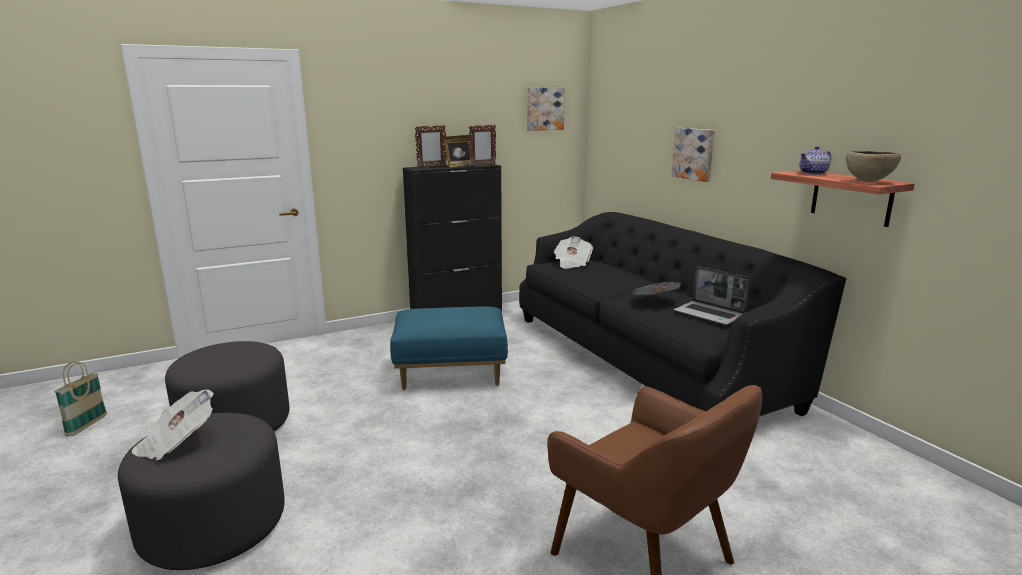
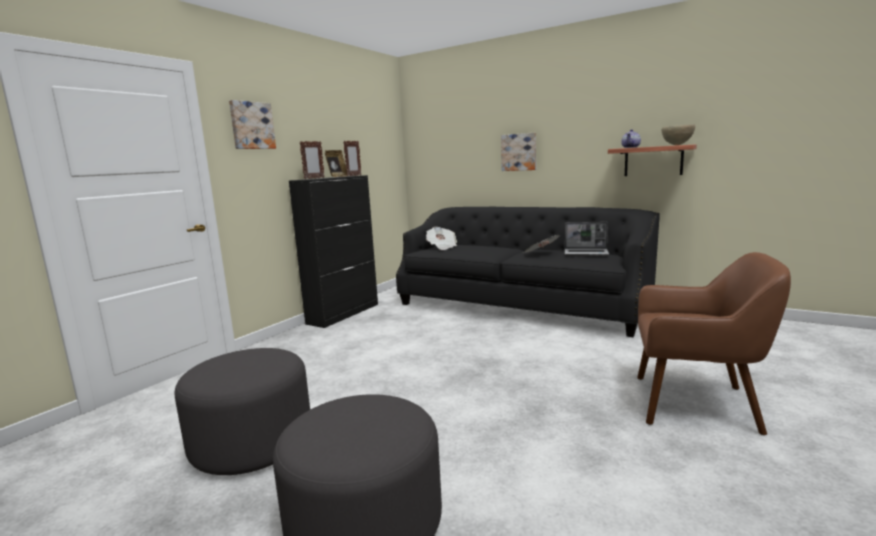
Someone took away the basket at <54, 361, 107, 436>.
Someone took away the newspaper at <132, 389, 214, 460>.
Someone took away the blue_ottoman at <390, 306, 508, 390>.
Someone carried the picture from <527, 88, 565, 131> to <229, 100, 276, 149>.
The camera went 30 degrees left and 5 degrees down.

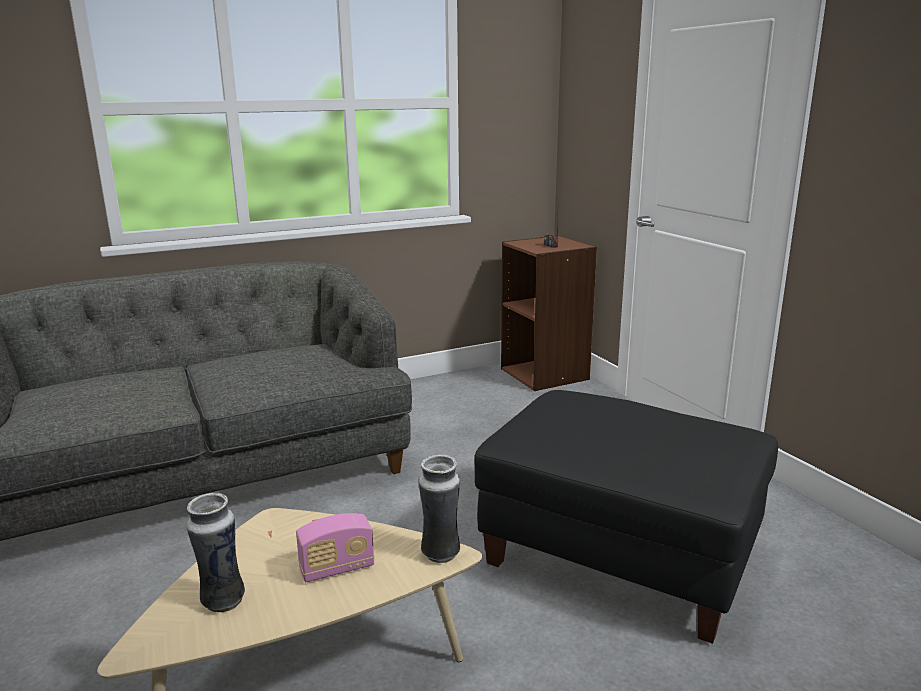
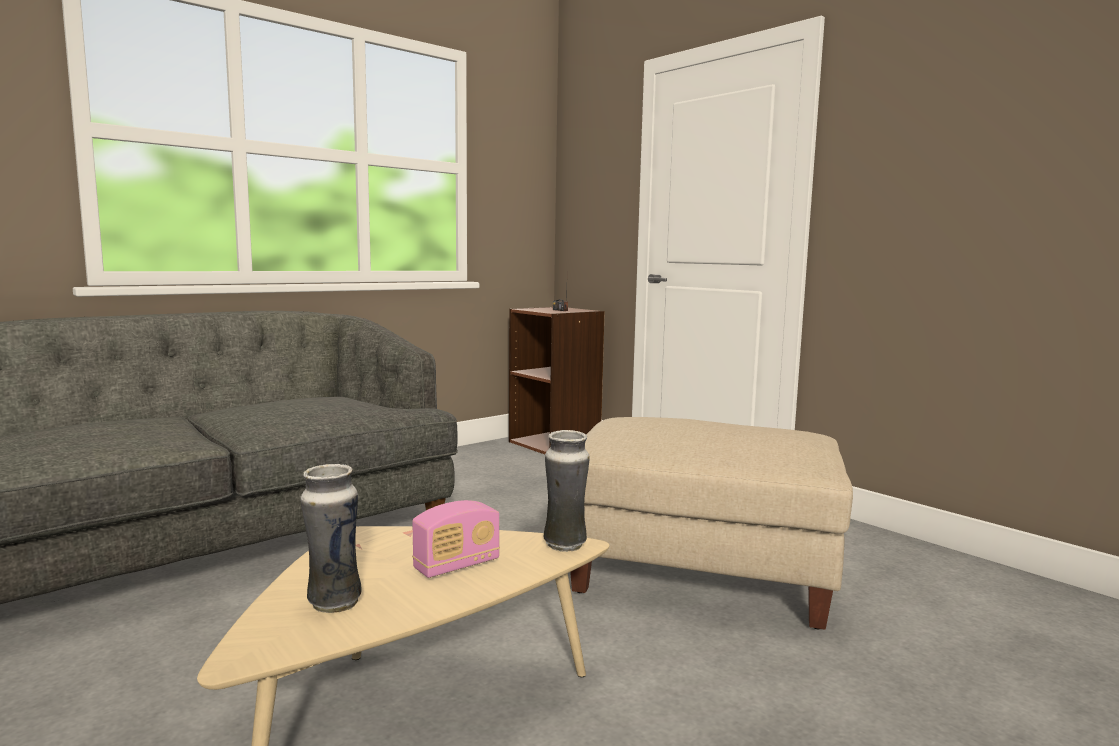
Someone repainted the black_ottoman at <474, 390, 778, 644>, which became the beige_ottoman at <570, 417, 853, 630>.
The camera went 15 degrees left and 10 degrees down.

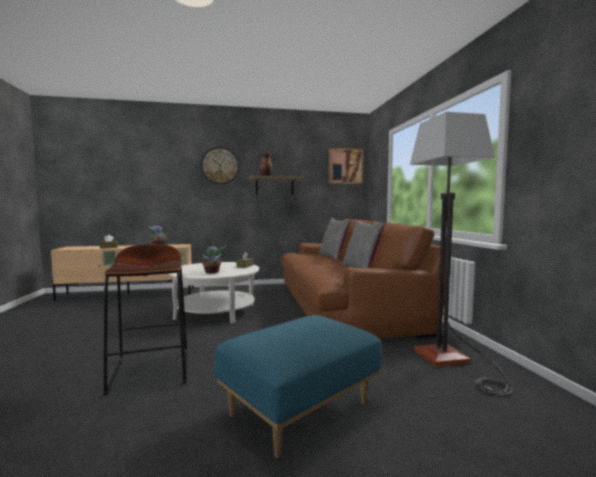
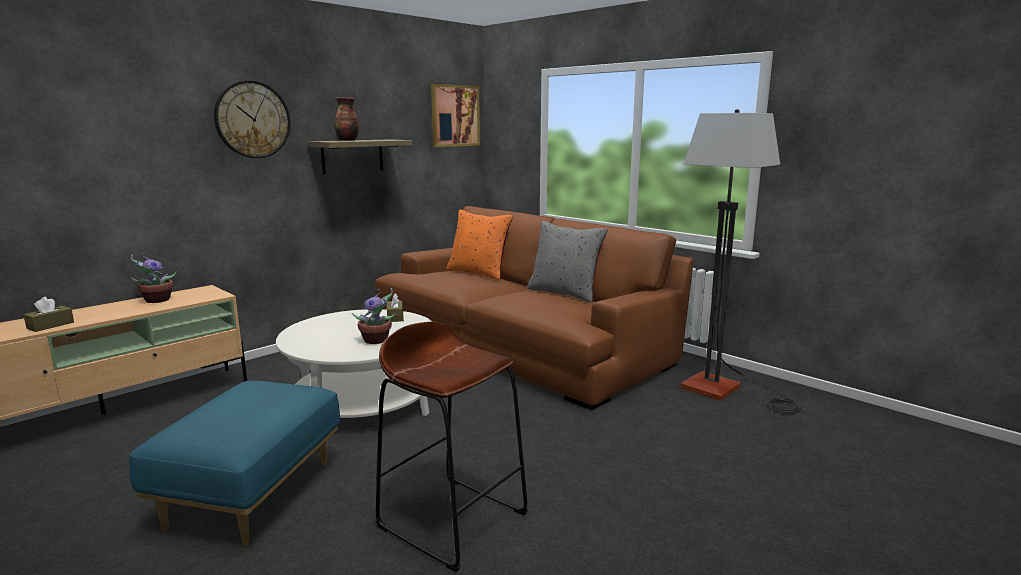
Someone carried the blue_ottoman from <214, 315, 382, 459> to <129, 380, 340, 546>.
Someone repainted the grey_pillow at <319, 218, 351, 260>, which became the orange_pillow at <446, 210, 513, 280>.
The camera went 35 degrees left and 10 degrees up.

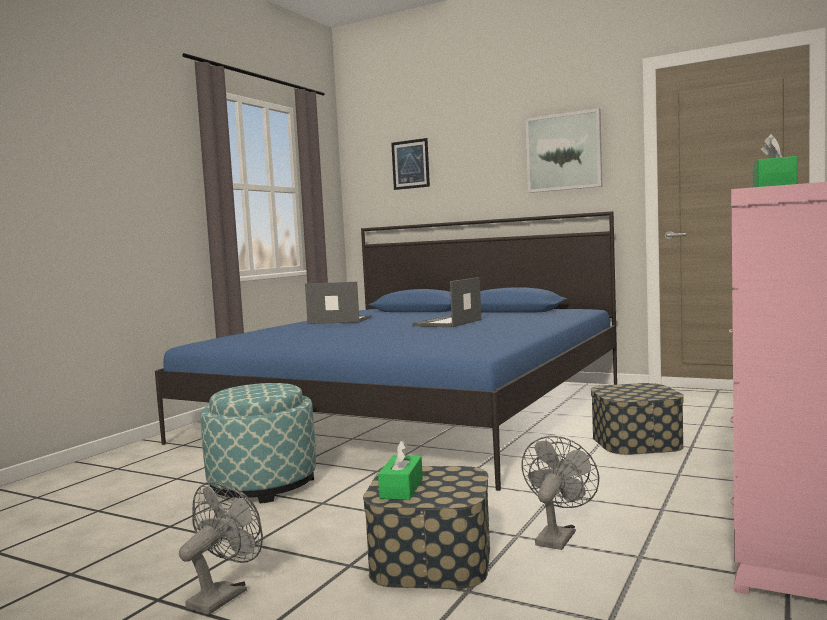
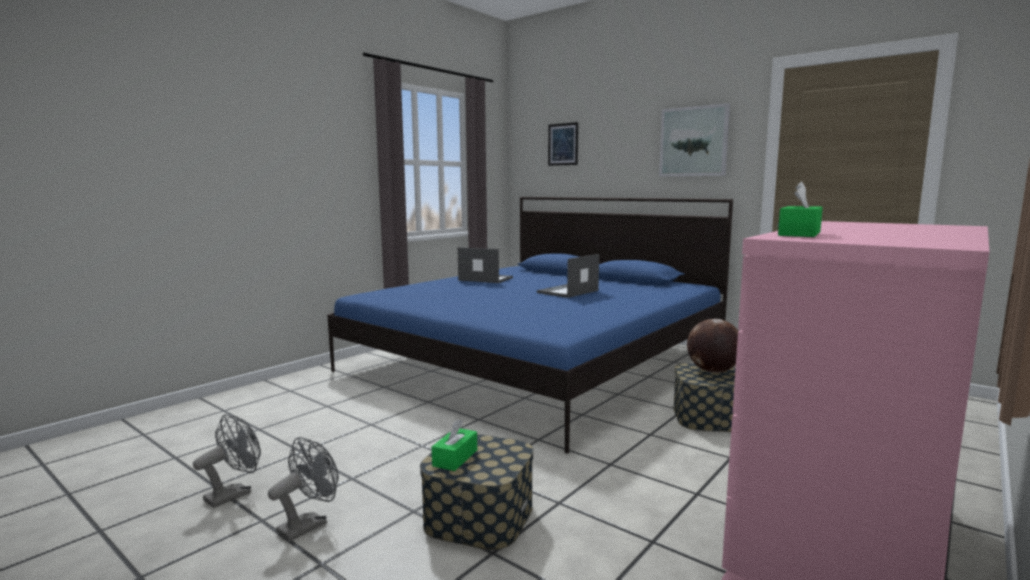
Someone took away the ottoman at <201, 383, 316, 503>.
Someone put down the globe at <687, 319, 738, 373>.
Someone carried the grey_fan from <522, 436, 599, 550> to <193, 414, 261, 508>.
The camera went 10 degrees right and 5 degrees up.

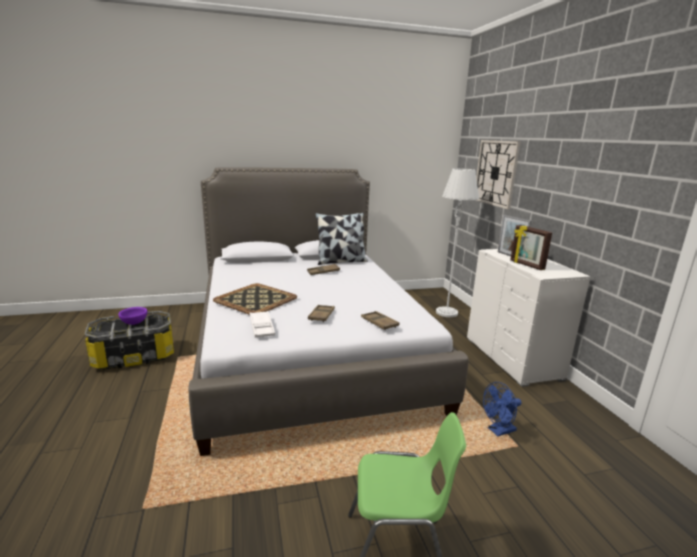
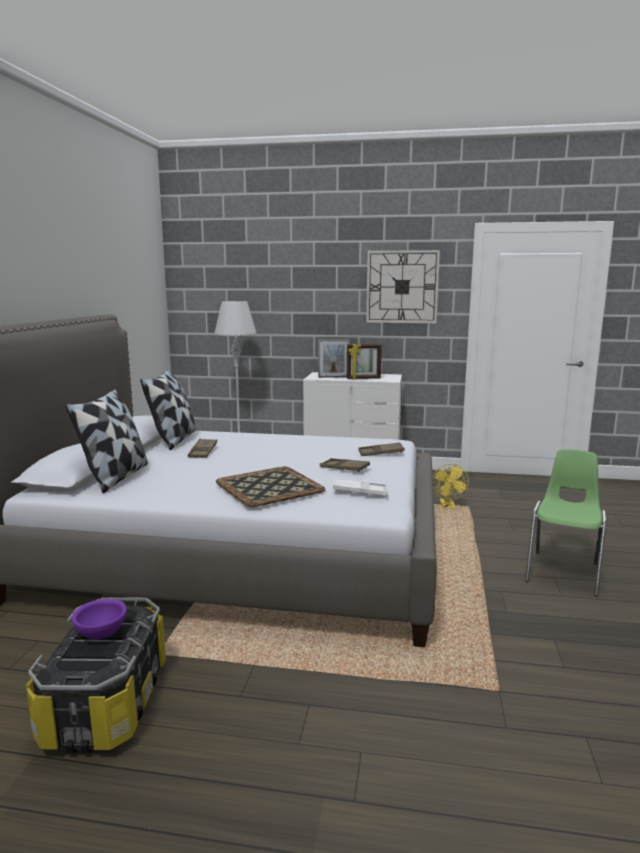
Someone put down the pillow at <65, 389, 148, 493>.
Someone carried the wall_clock from <476, 140, 520, 209> to <366, 250, 440, 323>.
Someone repainted the blue_fan at <483, 382, 522, 436>, which became the yellow_fan at <433, 464, 469, 509>.
The camera went 65 degrees left and 5 degrees down.

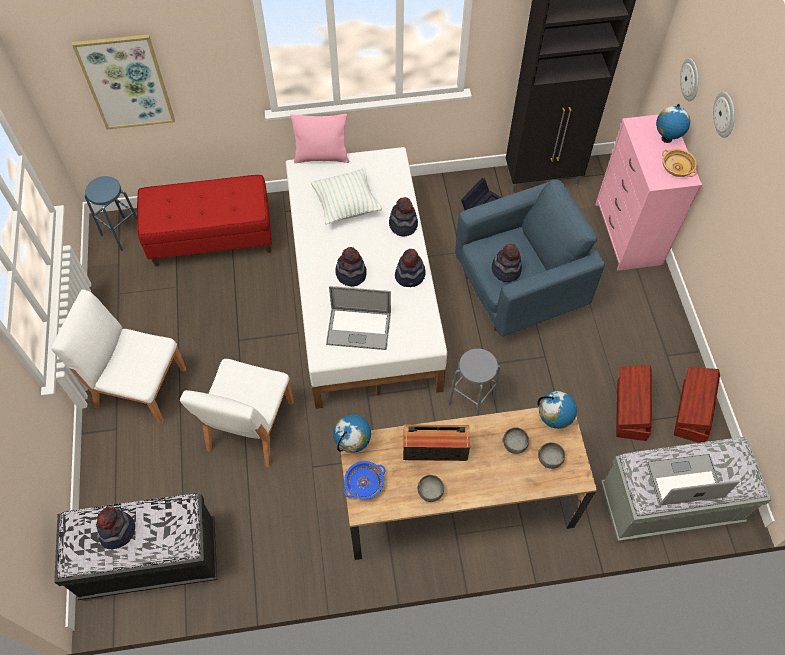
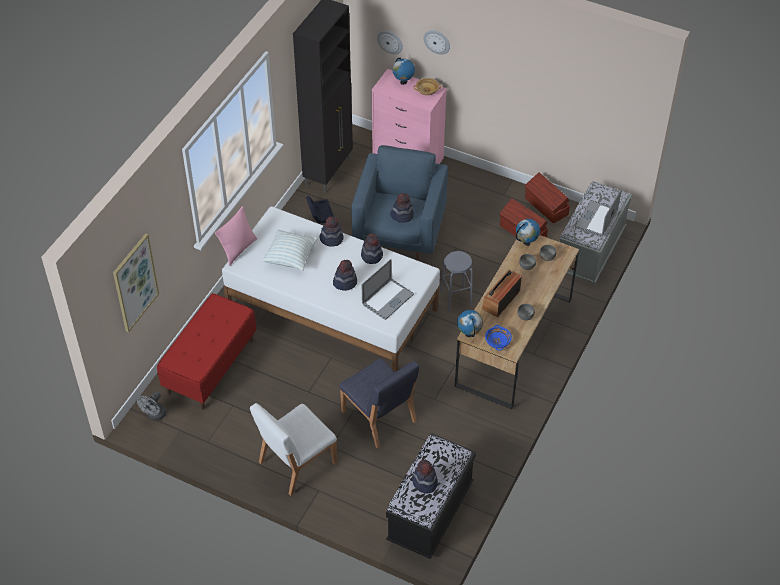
Someone swapped the blue_stool at <85, 176, 137, 251> for the grey_fan at <137, 391, 166, 421>.
Someone repainted the white_chair at <180, 359, 294, 467>, which became the blue_chair at <339, 358, 420, 448>.
The camera went 55 degrees left and 10 degrees down.

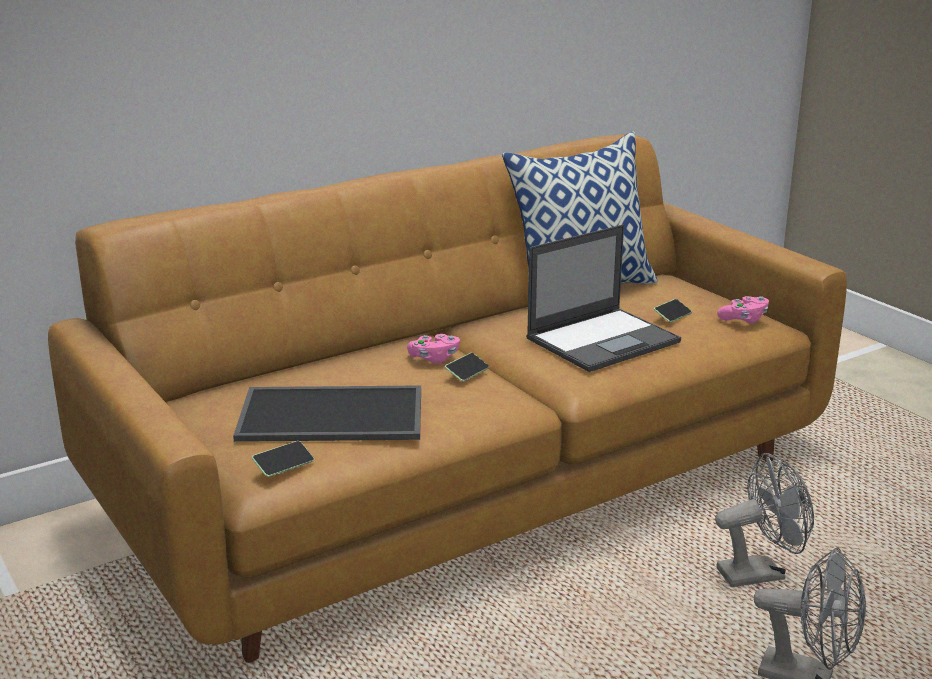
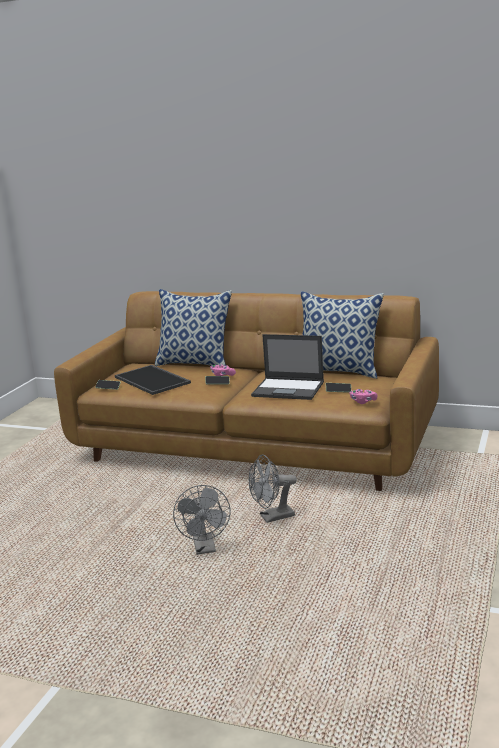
Someone put down the pillow at <155, 289, 232, 366>.
Someone rotated the grey_fan at <715, 453, 814, 587> by 120 degrees clockwise.
The camera went 55 degrees right and 5 degrees down.

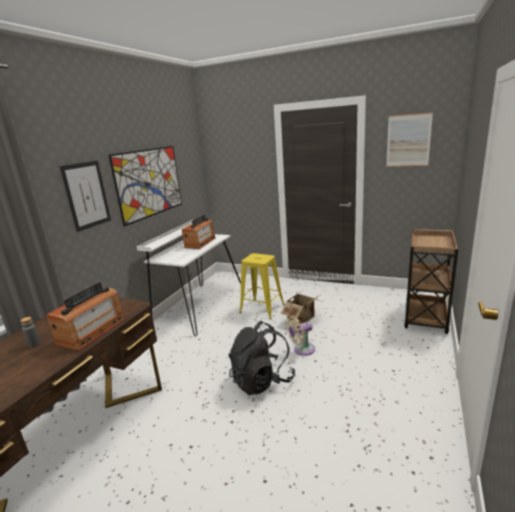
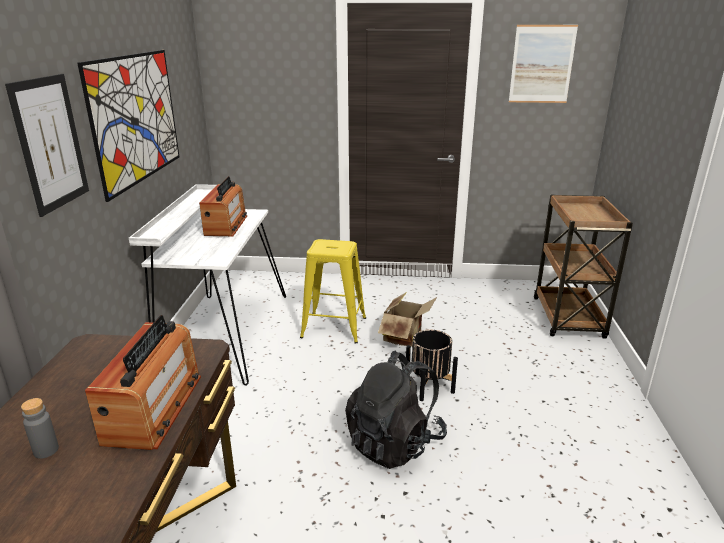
Someone swapped the beige_fan at <286, 316, 315, 356> for the black_planter at <406, 330, 458, 401>.
The camera went 20 degrees left and 5 degrees up.

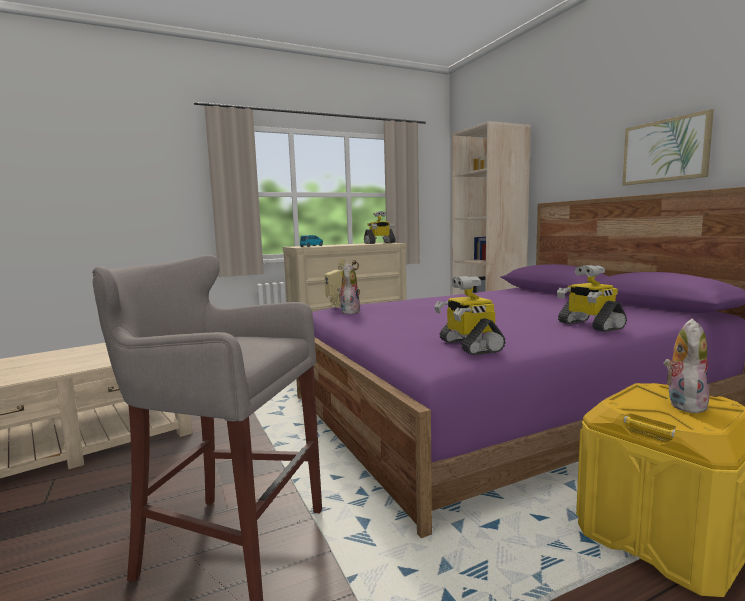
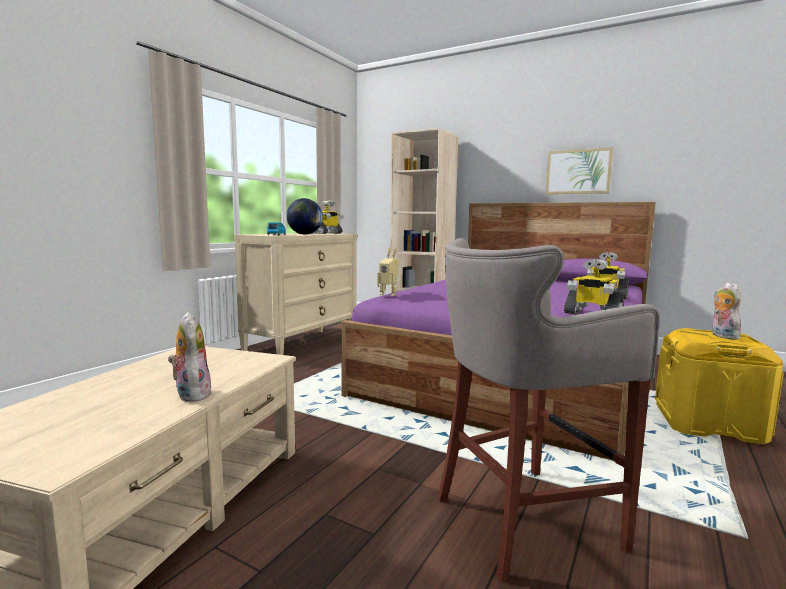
Someone put down the globe at <286, 198, 323, 234>.
Someone carried the plush_toy from <337, 263, 360, 314> to <168, 312, 212, 402>.
The camera went 35 degrees left and 0 degrees up.

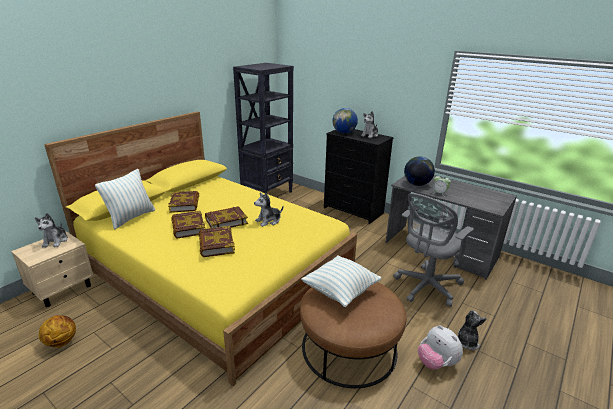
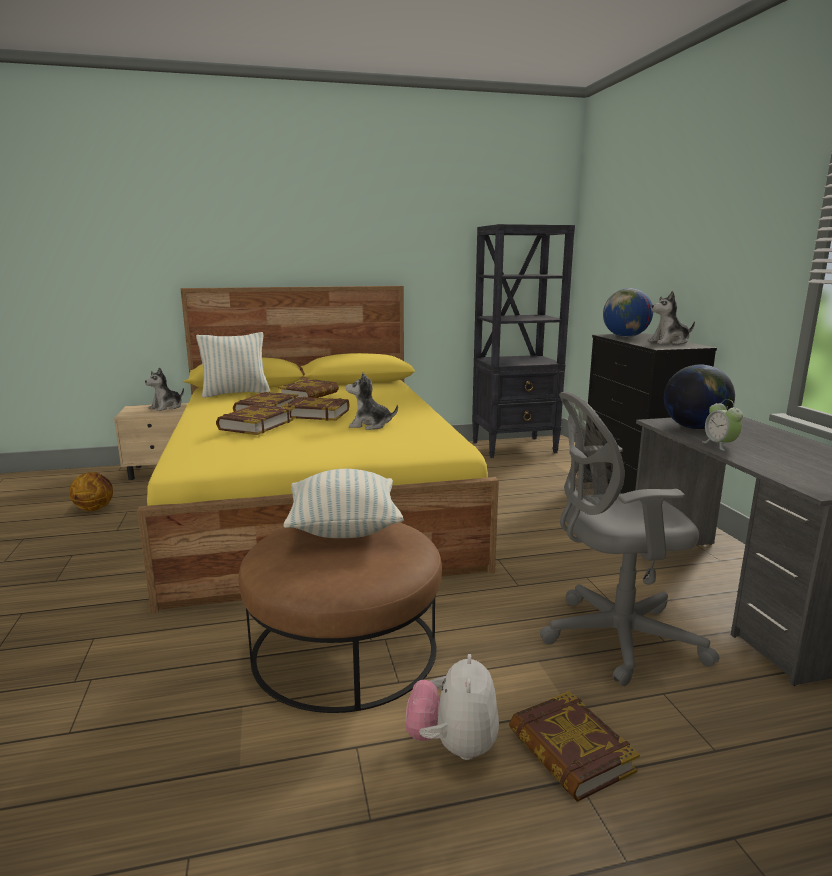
Someone swapped the plush_toy at <458, 310, 487, 351> for the book at <509, 691, 640, 802>.
The camera went 40 degrees right and 10 degrees down.

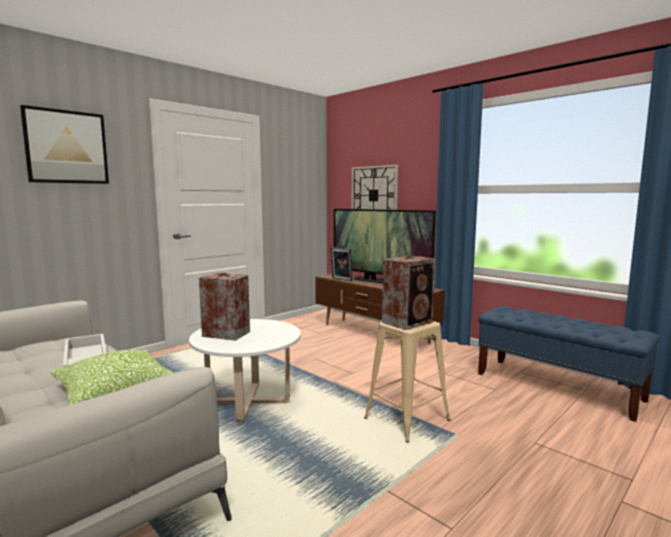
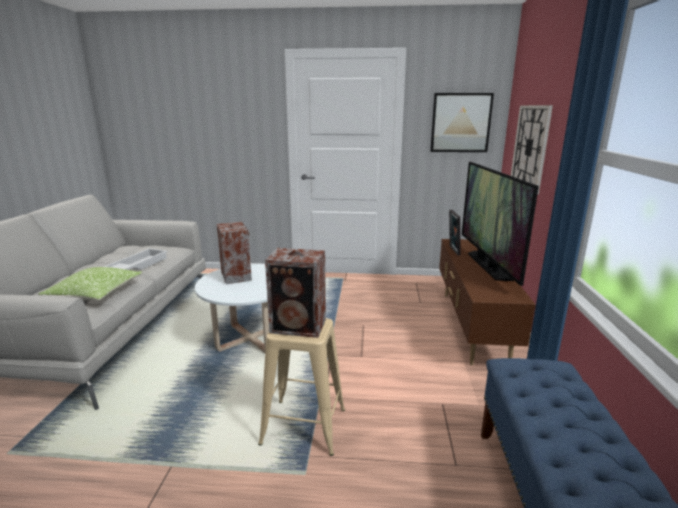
Someone carried the picture from <20, 105, 109, 184> to <430, 93, 494, 152>.
The camera went 50 degrees right and 10 degrees up.

